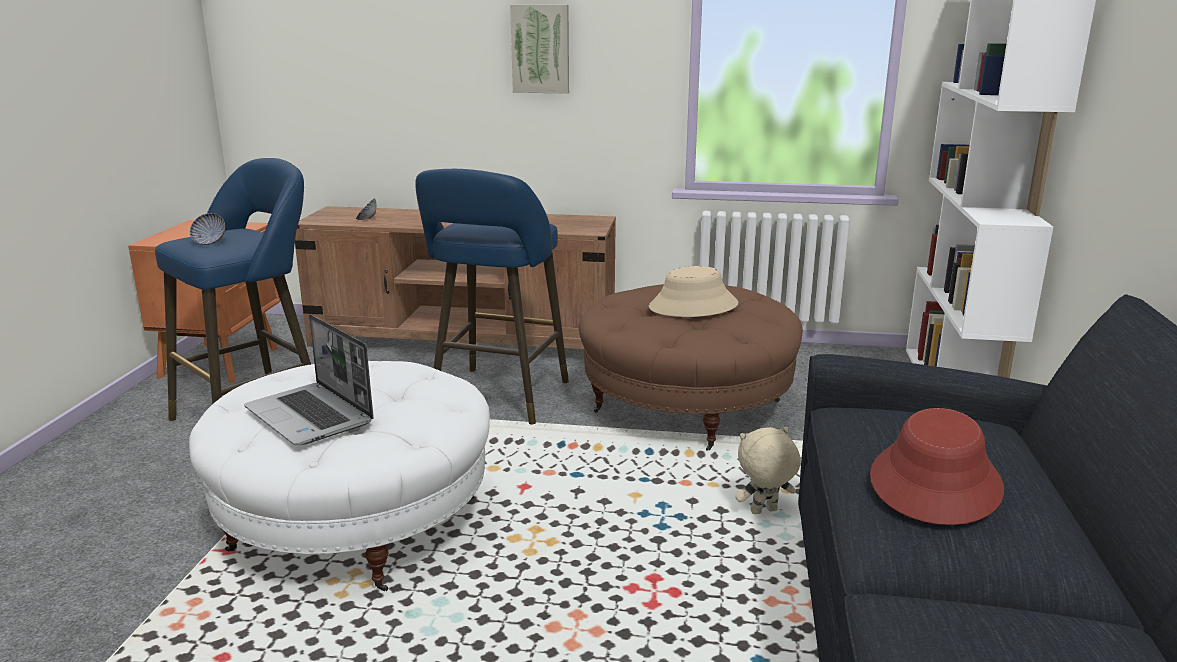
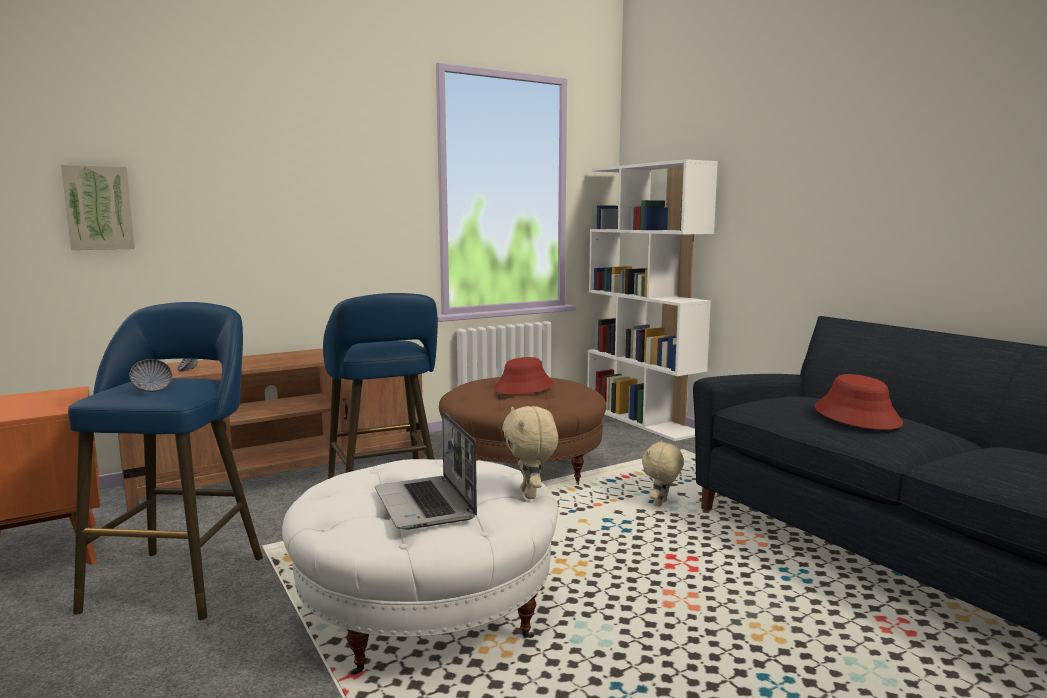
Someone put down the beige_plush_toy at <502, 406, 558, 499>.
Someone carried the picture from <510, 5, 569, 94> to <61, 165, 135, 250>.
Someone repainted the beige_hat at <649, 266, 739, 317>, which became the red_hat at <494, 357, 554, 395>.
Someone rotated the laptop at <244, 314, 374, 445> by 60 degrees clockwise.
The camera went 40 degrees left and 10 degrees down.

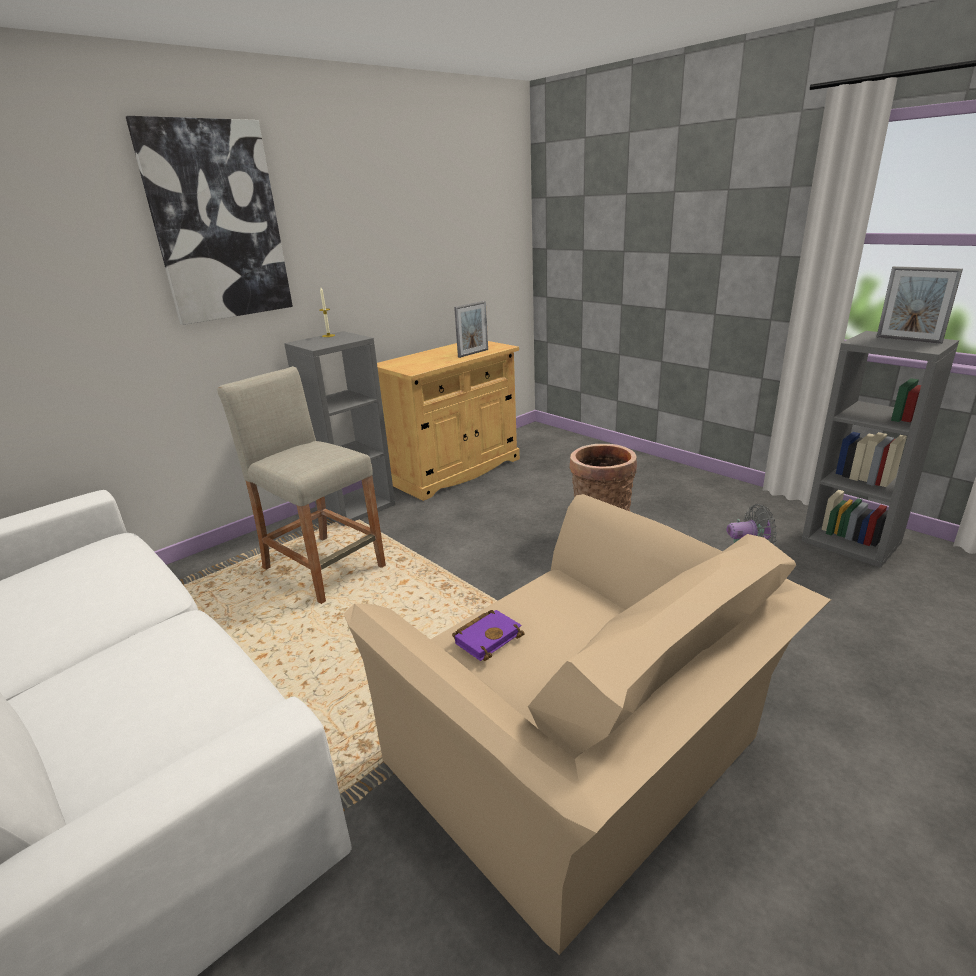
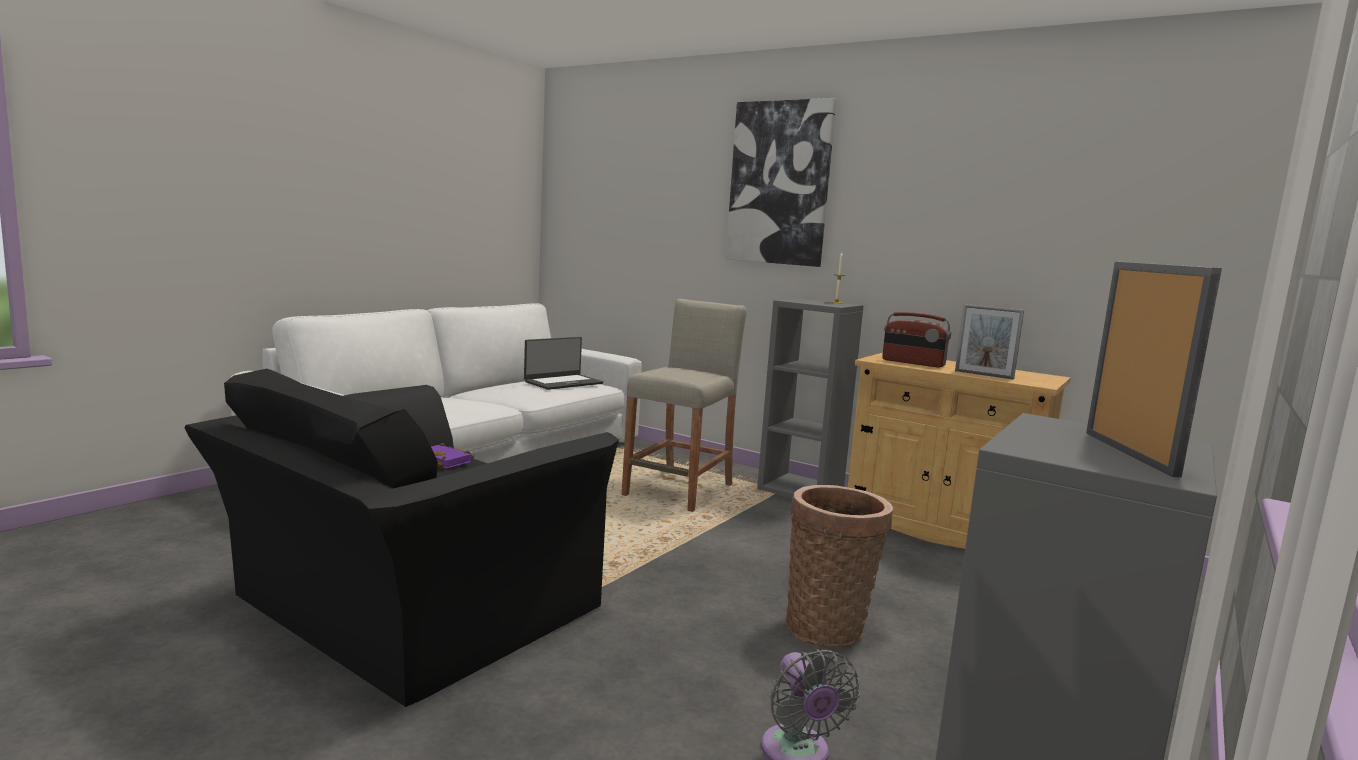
Someone put down the laptop at <524, 337, 603, 390>.
Someone put down the radio at <882, 312, 951, 368>.
Someone repainted the beige_armchair at <344, 494, 831, 955>, which became the black_armchair at <184, 369, 619, 707>.
Someone rotated the picture_frame at <877, 266, 963, 344> by 150 degrees clockwise.
The camera went 75 degrees right and 15 degrees down.

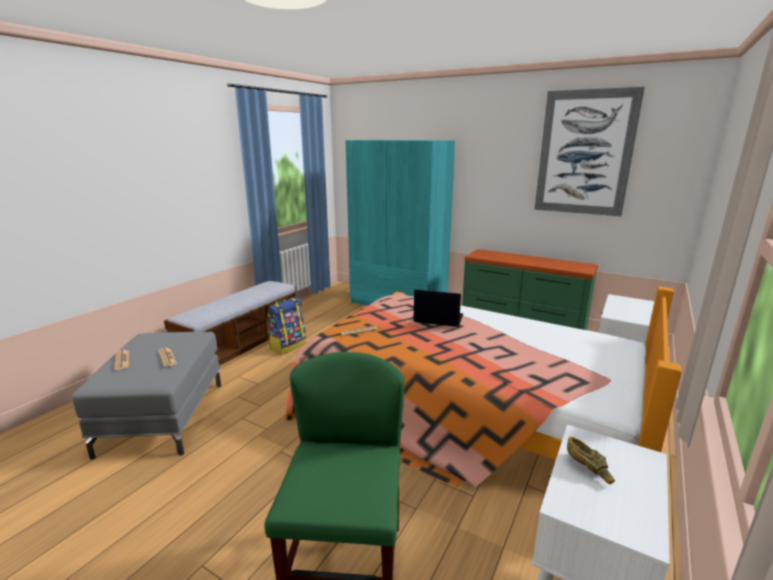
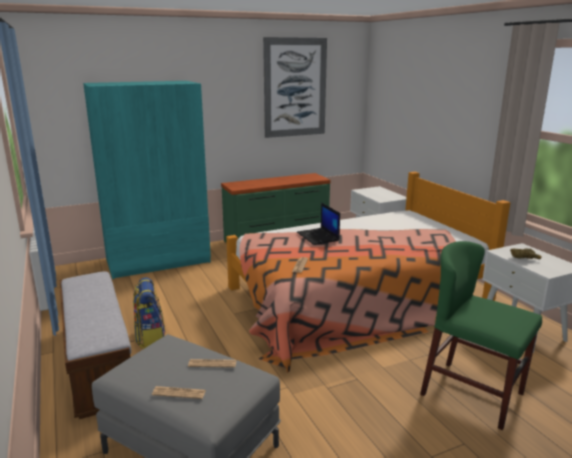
Someone rotated the laptop at <413, 289, 463, 327> by 75 degrees counterclockwise.
The camera went 55 degrees left and 0 degrees up.

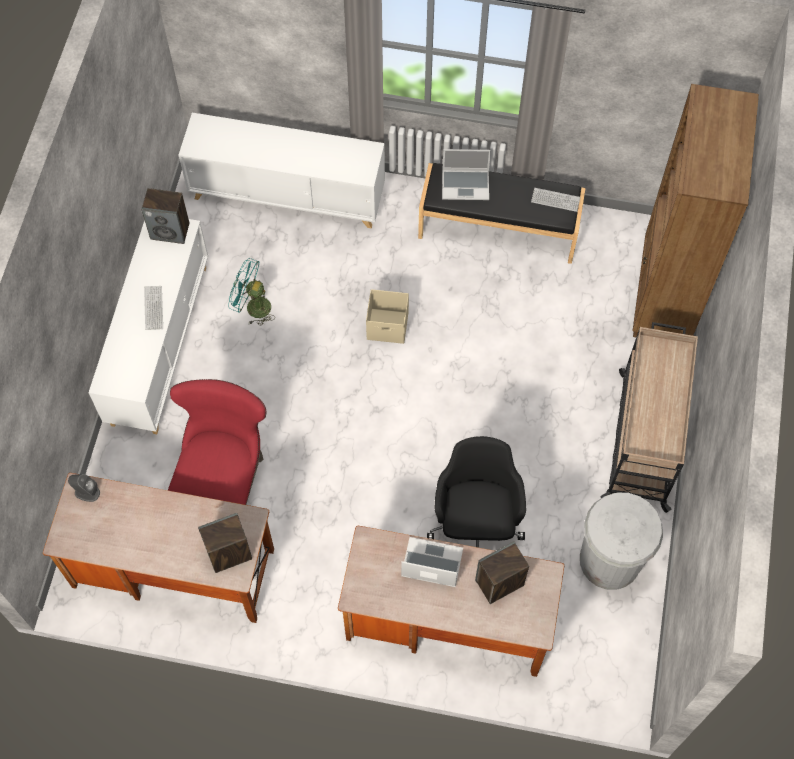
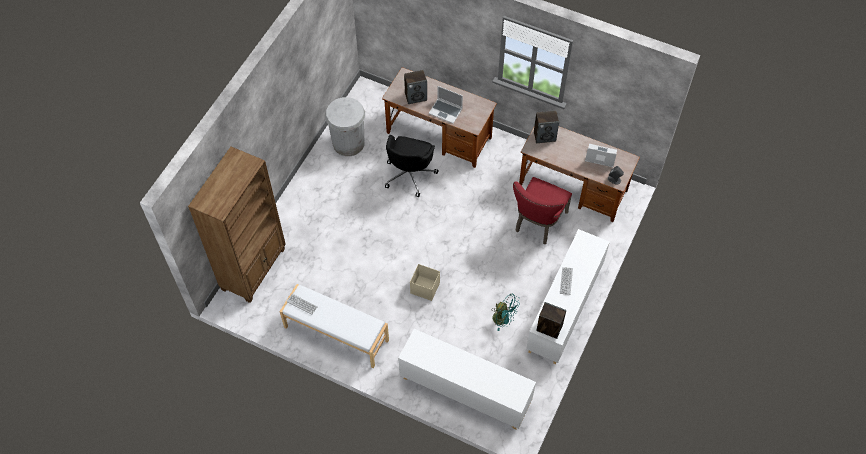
Someone took away the beige_cart at <600, 322, 698, 513>.
Someone carried the laptop from <442, 149, 491, 200> to <585, 144, 617, 167>.
Someone repainted the black_bench at <418, 163, 586, 264>, which became the white_bench at <280, 284, 389, 368>.
The camera went 165 degrees left and 5 degrees down.

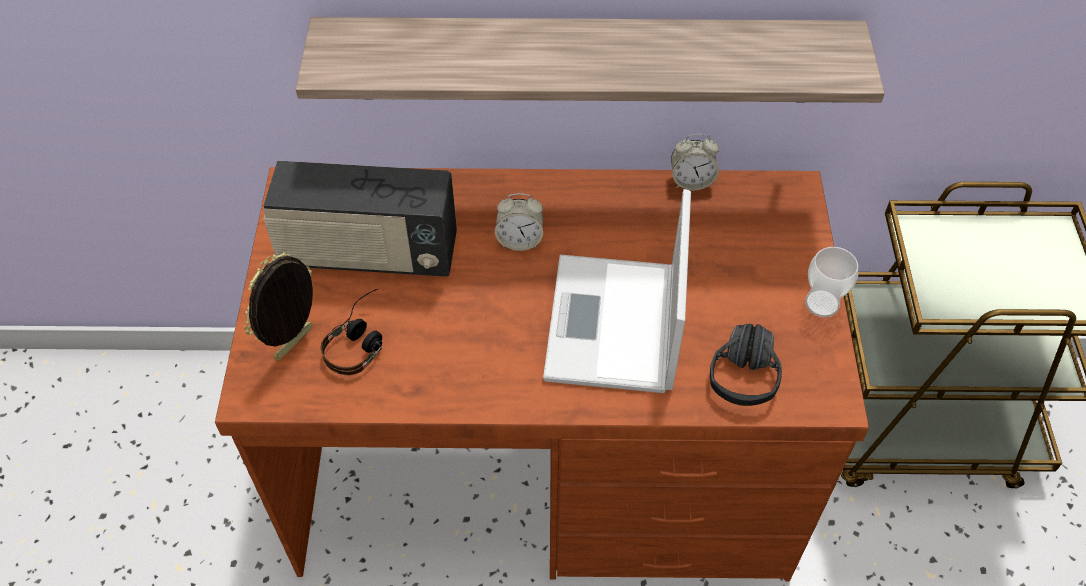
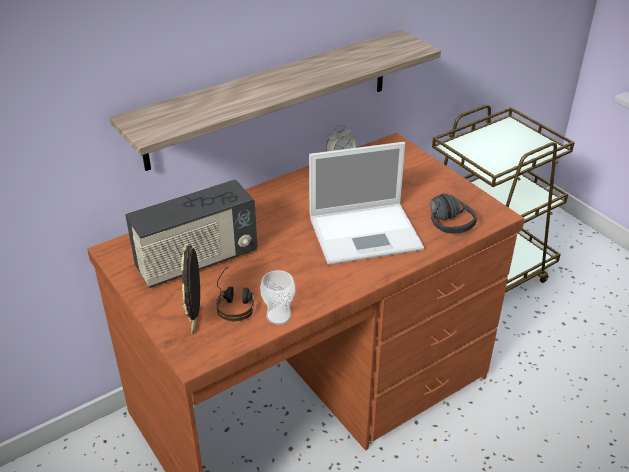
Someone took away the alarm_clock at <495, 193, 543, 251>.
Someone carried the cup from <805, 247, 858, 317> to <260, 270, 295, 325>.
Someone rotated the laptop at <543, 189, 691, 393> by 75 degrees counterclockwise.
The camera went 35 degrees left and 15 degrees down.

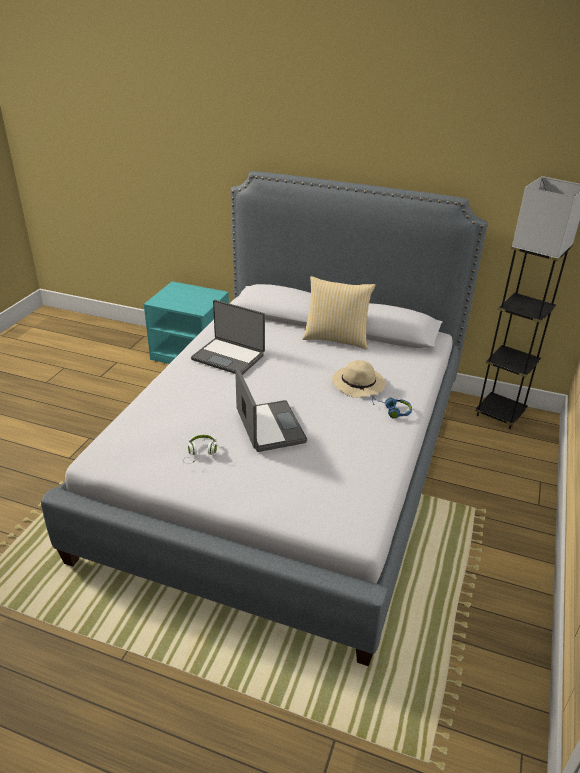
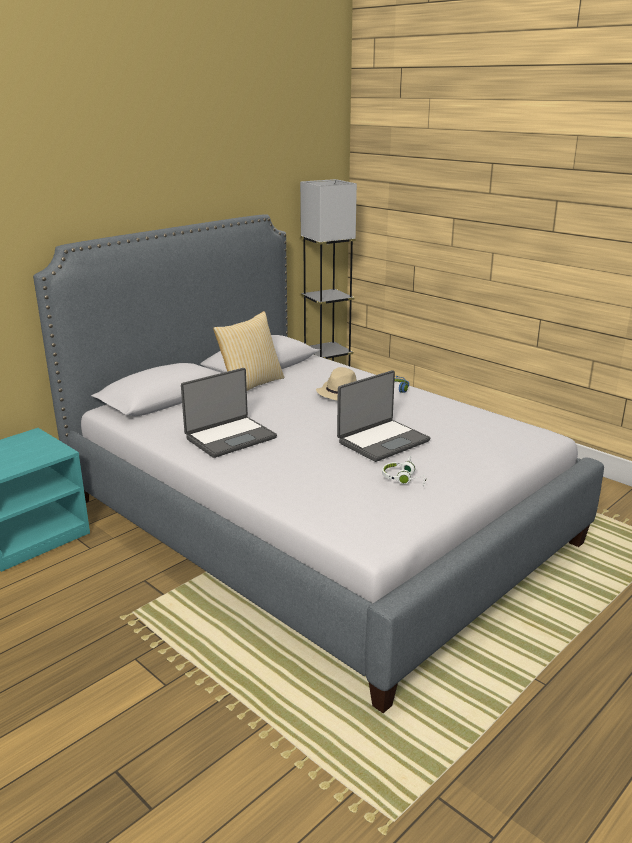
Someone rotated the laptop at <235, 367, 307, 452> by 135 degrees clockwise.
The camera went 65 degrees left and 10 degrees down.

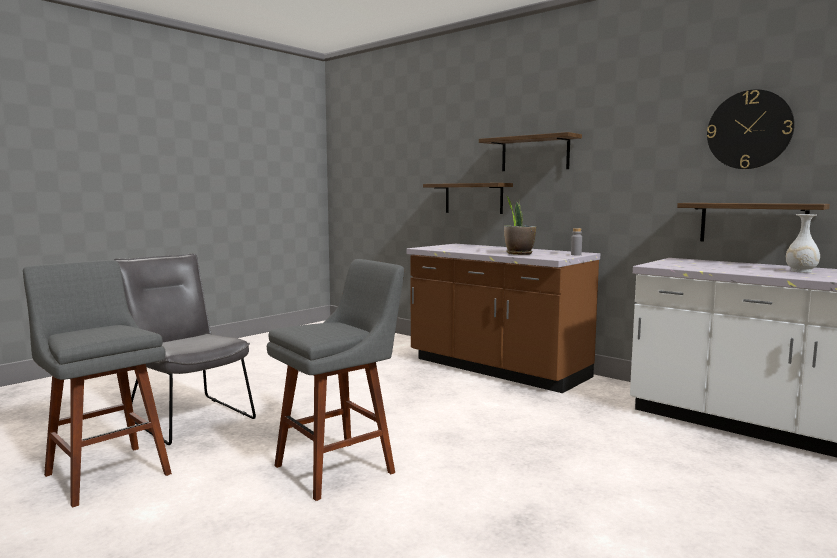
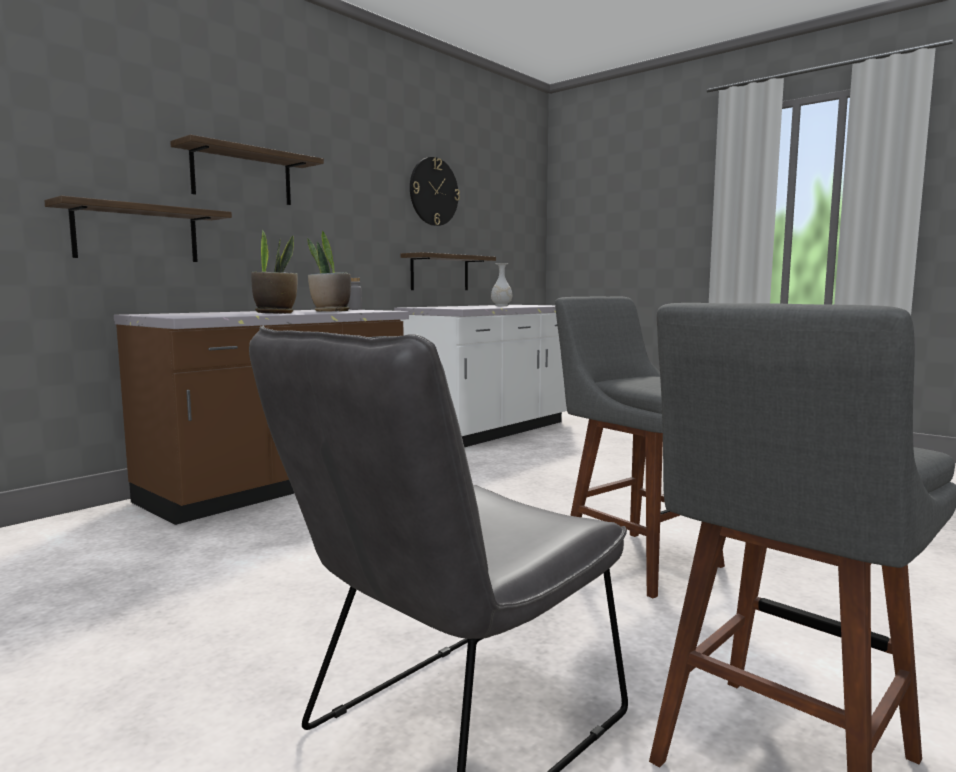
Someone put down the potted_plant at <251, 230, 298, 313>.
The camera went 90 degrees left and 0 degrees up.

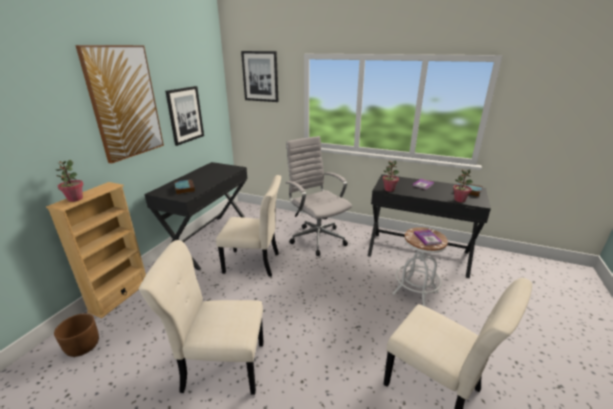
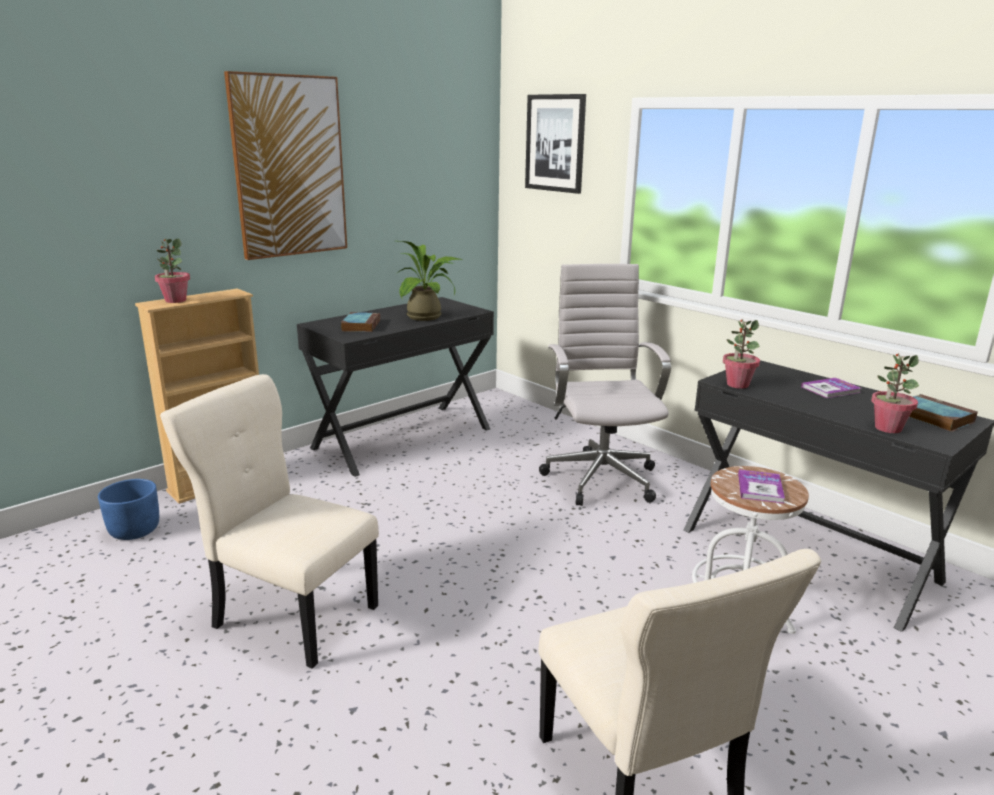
Someone took away the picture at <165, 86, 204, 146>.
Someone took away the beige_chair at <216, 175, 281, 277>.
Someone put down the potted_plant at <396, 241, 463, 321>.
Someone repainted the brown_planter at <54, 314, 99, 357>, which became the blue_planter at <98, 479, 159, 540>.
The camera went 25 degrees right and 5 degrees down.

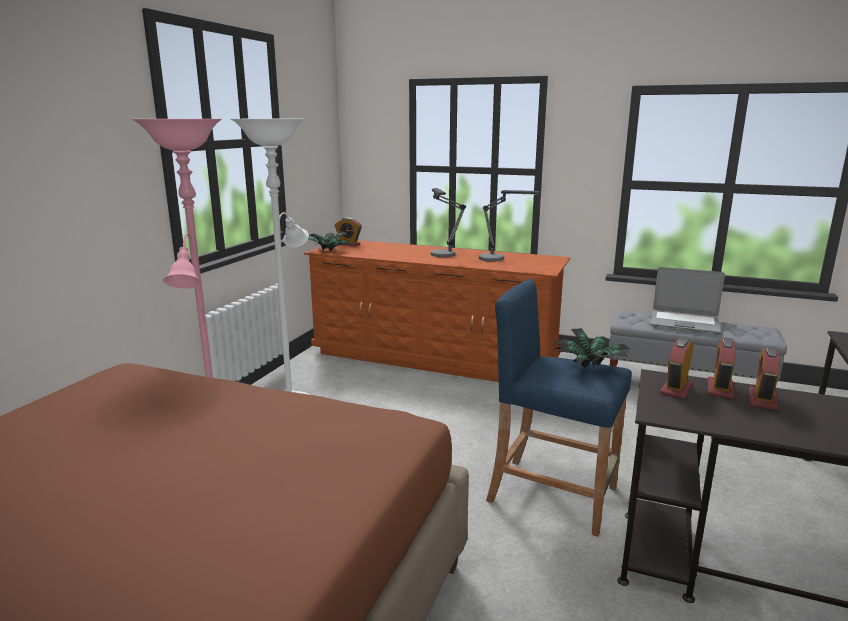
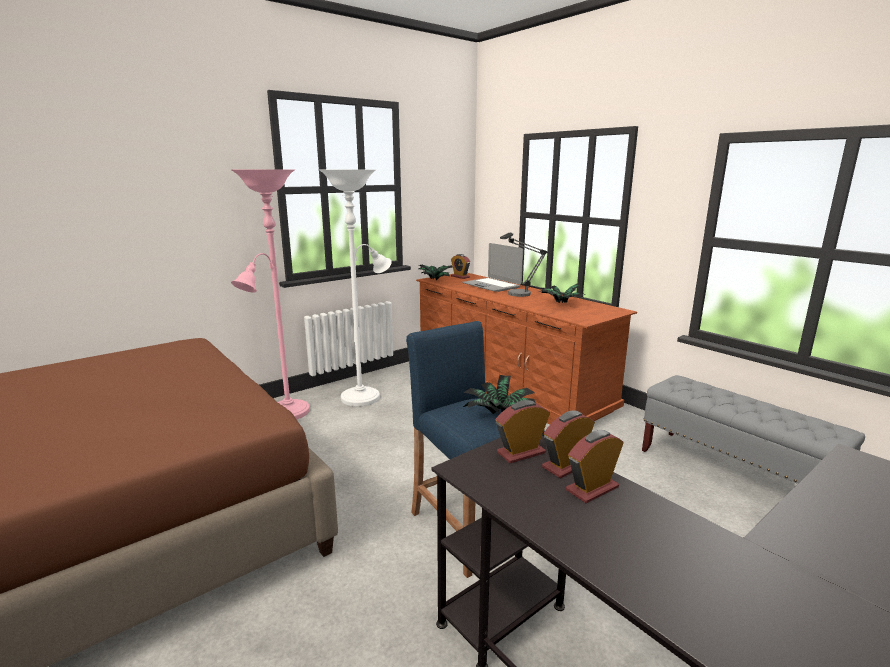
Someone carried the laptop from <651, 267, 725, 333> to <462, 243, 523, 292>.
Someone swapped the table_lamp at <479, 190, 541, 262> for the potted_plant at <541, 284, 583, 303>.
The camera went 30 degrees right and 0 degrees up.

